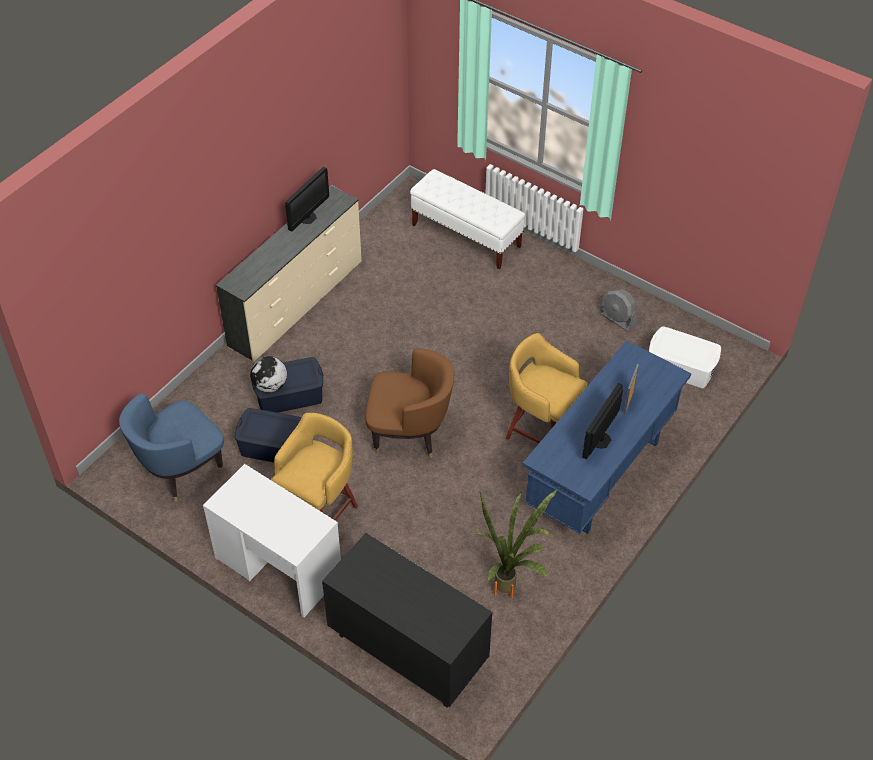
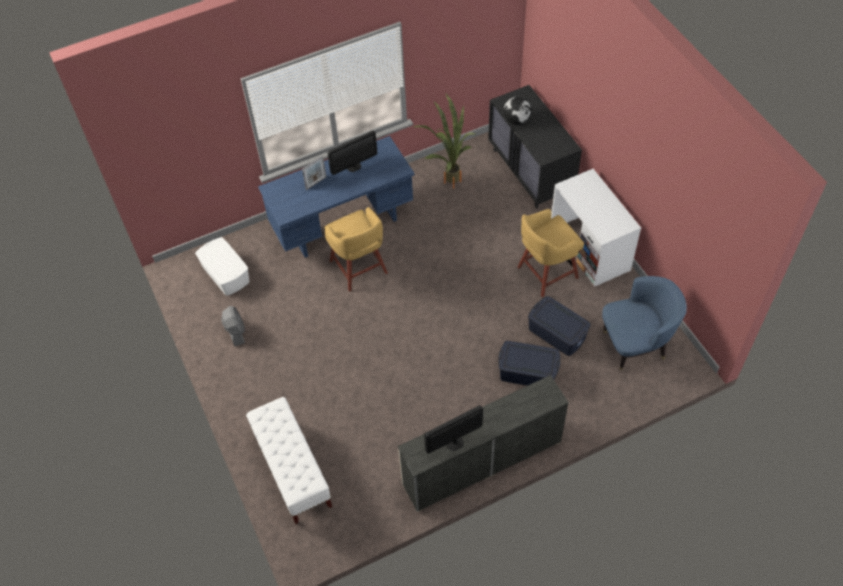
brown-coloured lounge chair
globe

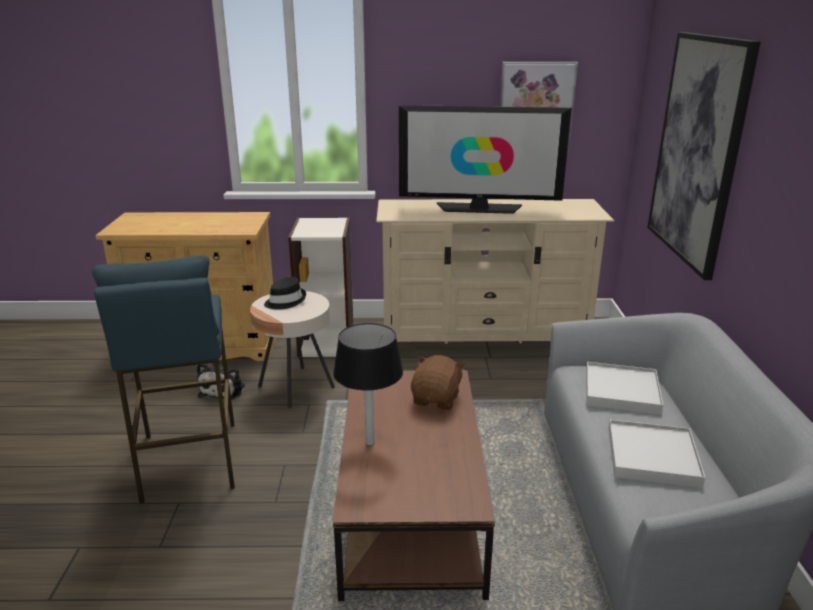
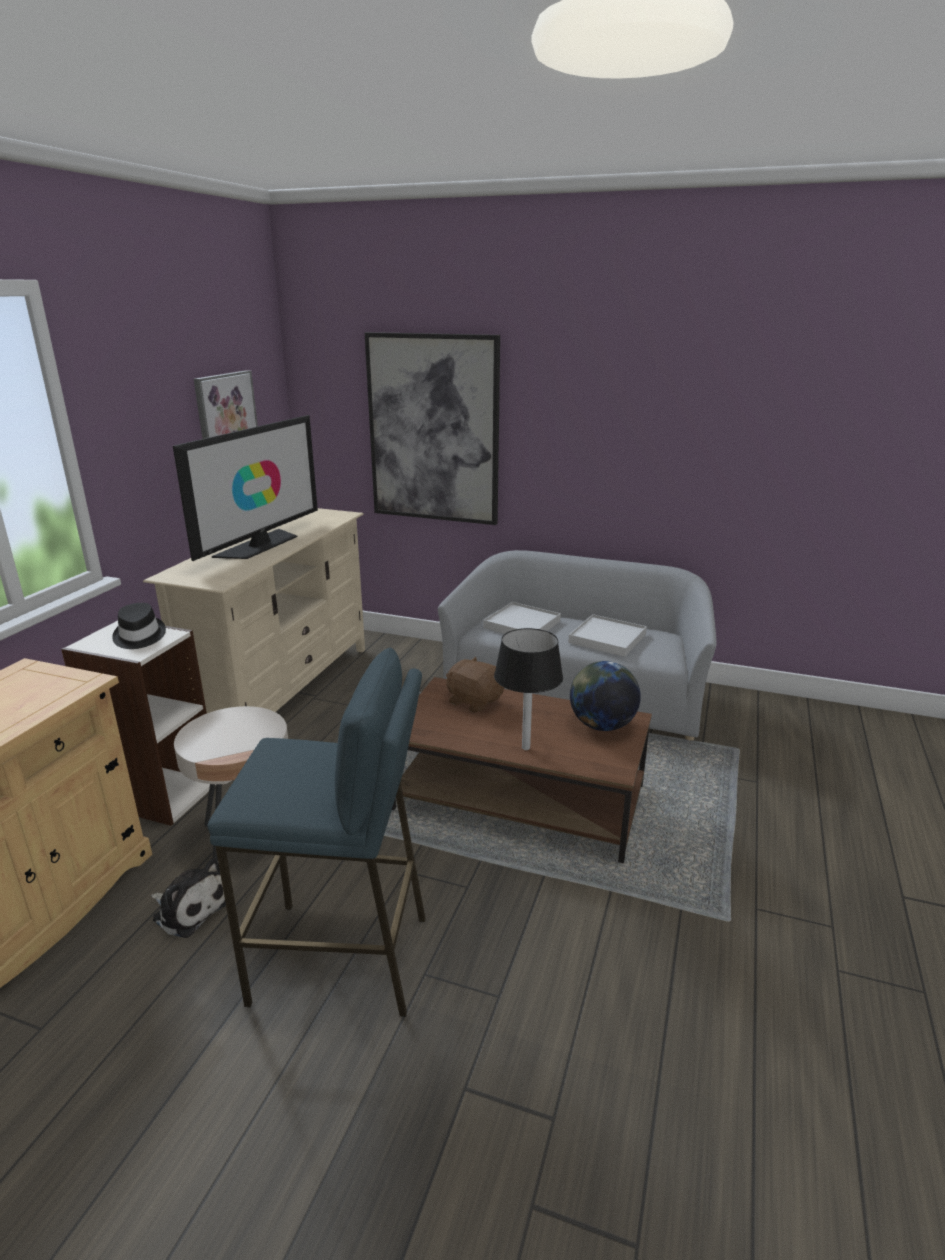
globe
black-coloured hat

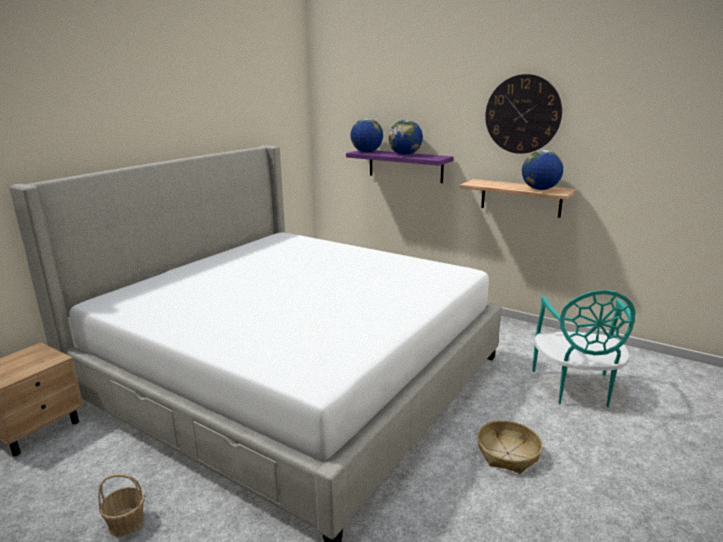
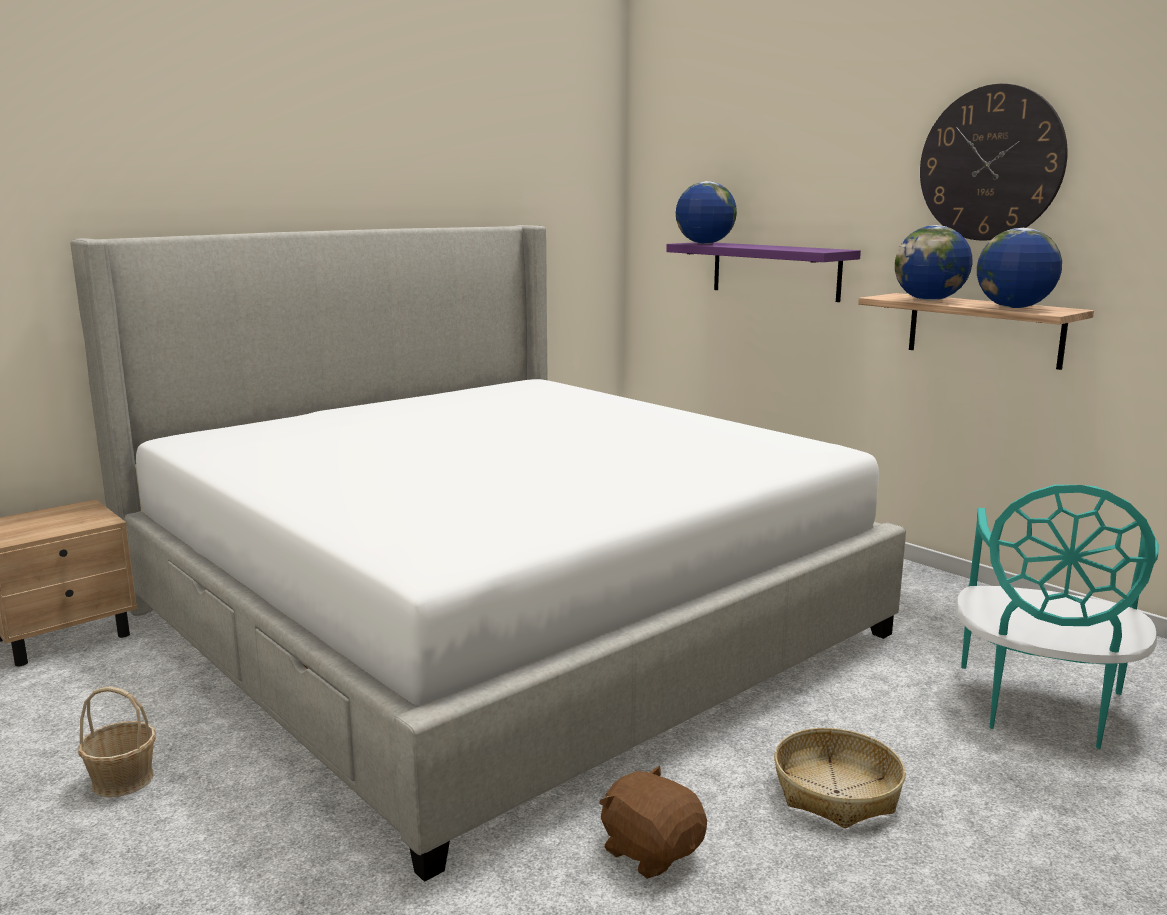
brown-coloured cuddly toy
globe (no. 2 from left)

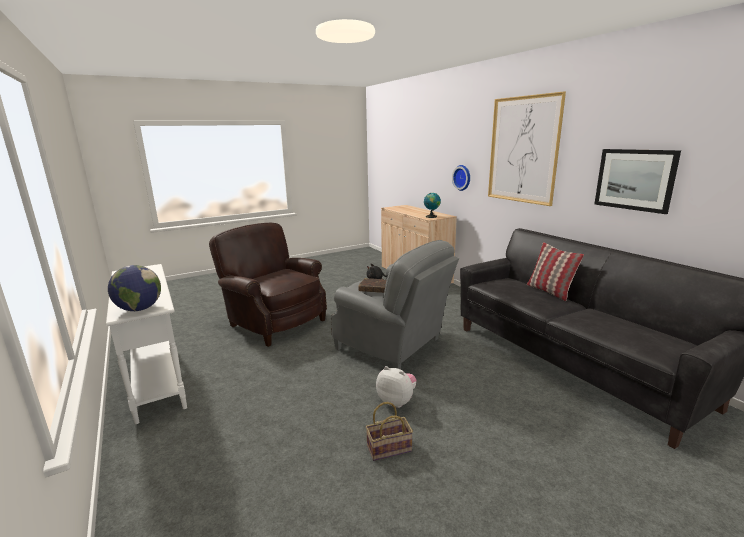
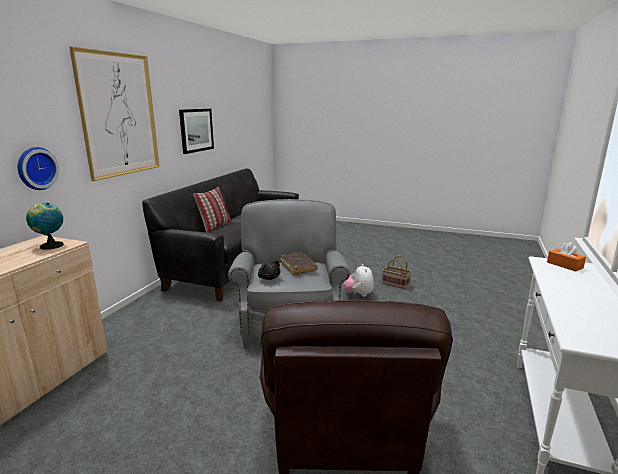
orange tissue holder

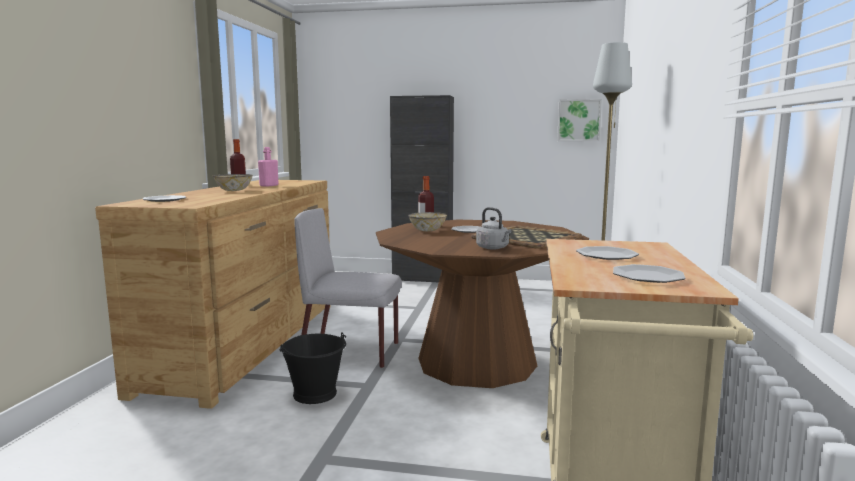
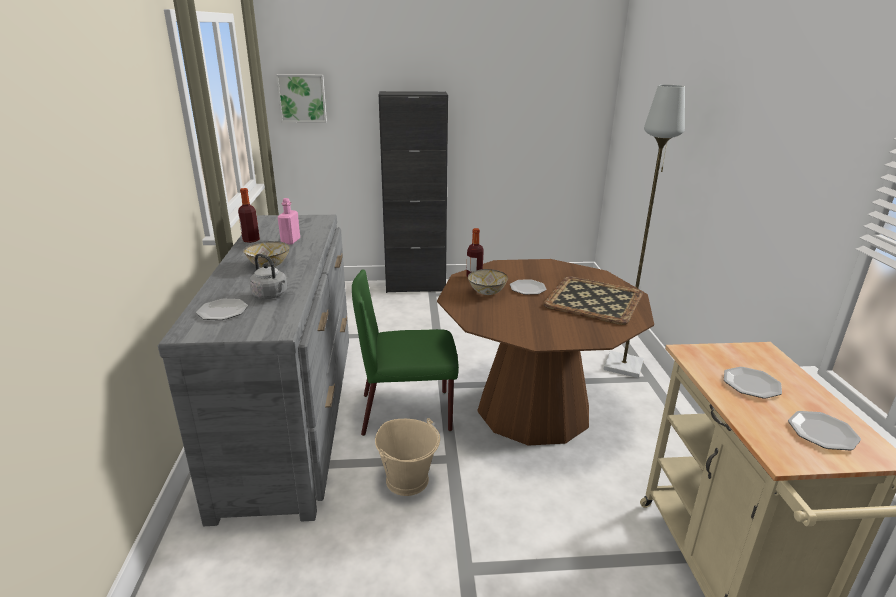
greyish tea kettle
picture
greyish chest of drawers
beige water bucket
green plain chair

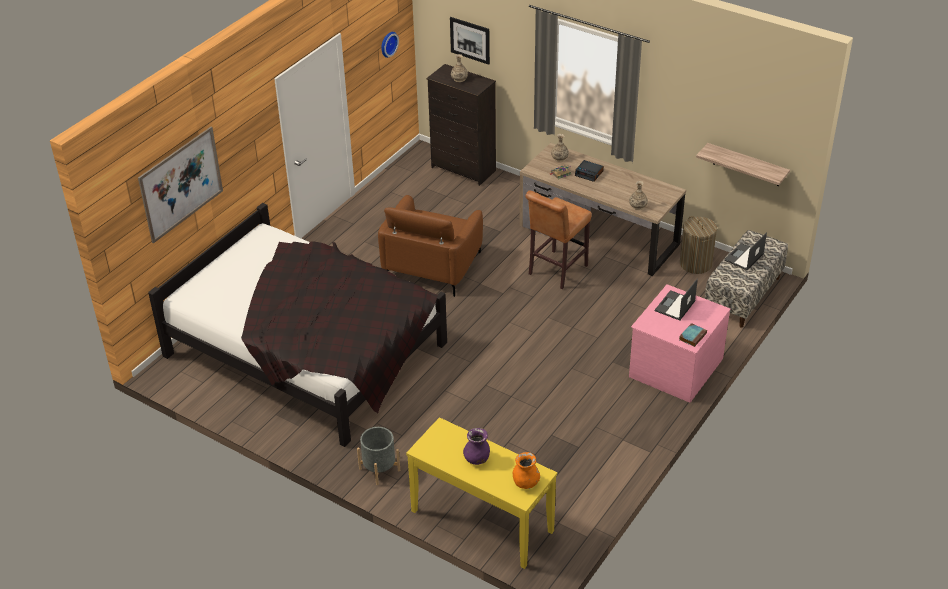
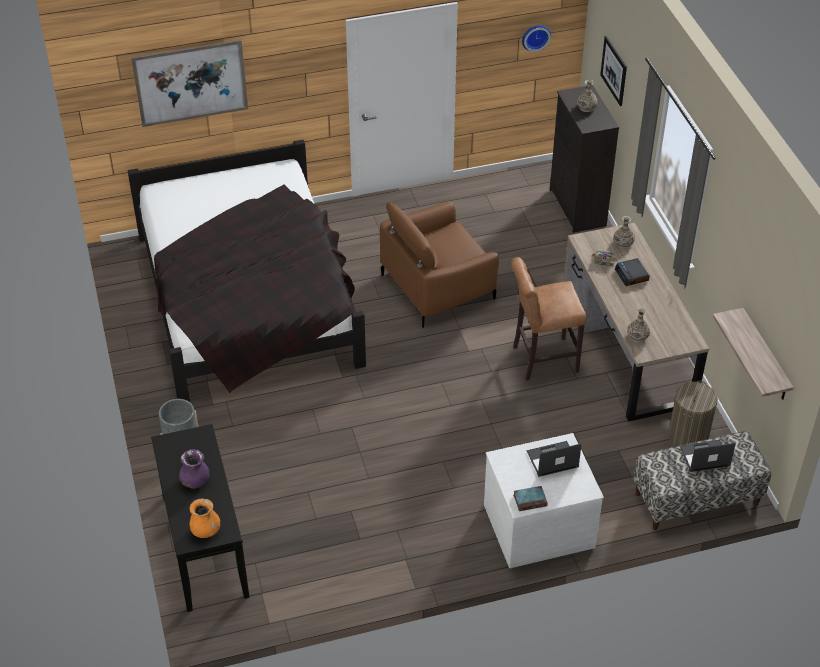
black-coloured hall table
white chest of drawers

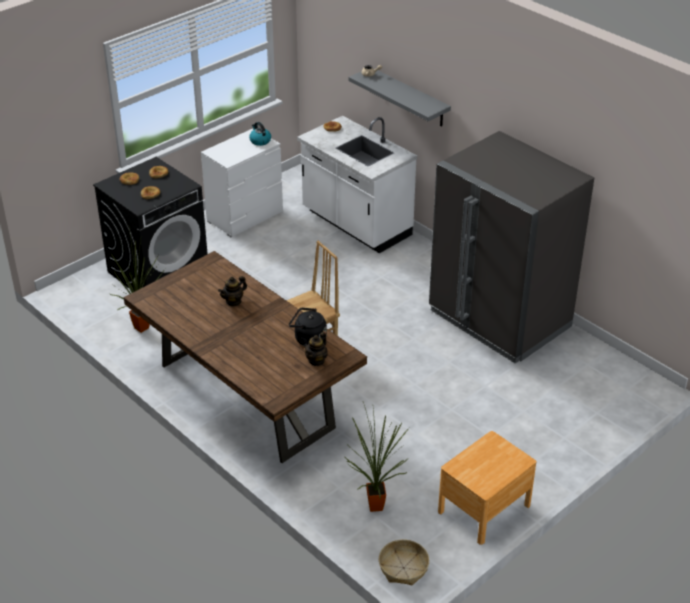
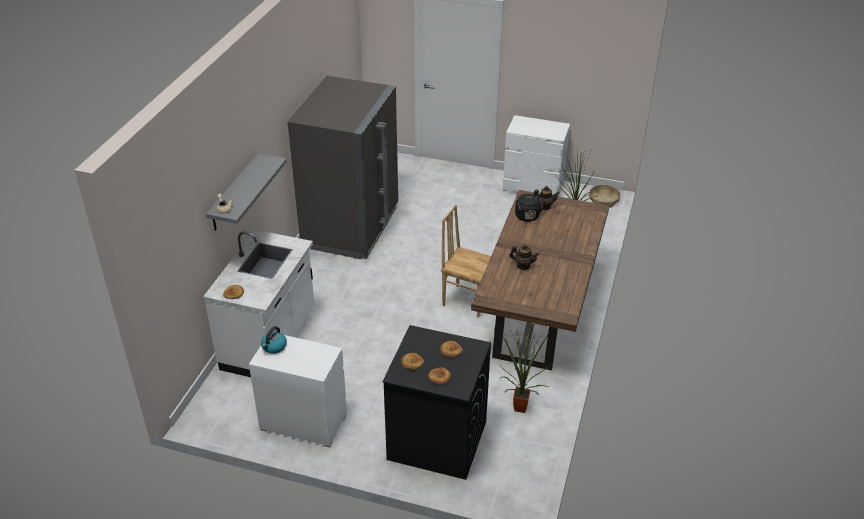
white chest of drawers (no. 2 from left)

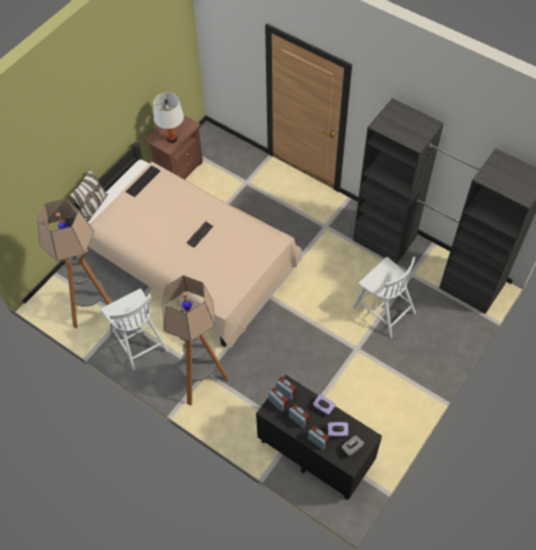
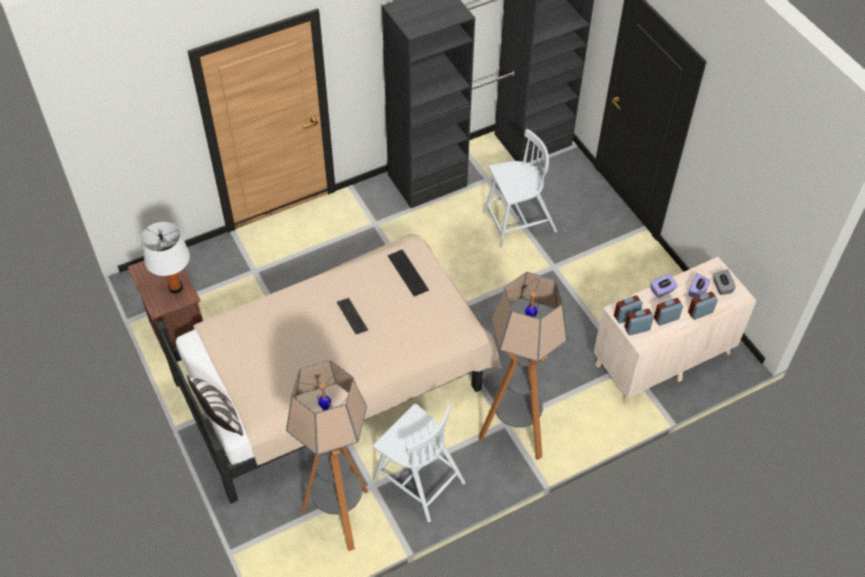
PC keyboard (no. 2 from left)
beige chest of drawers
white plain chair (no. 1 from left)

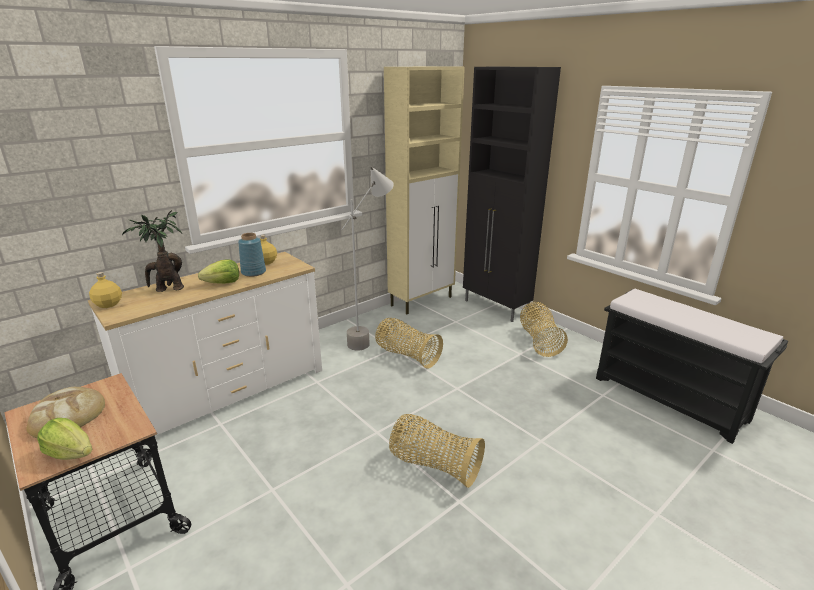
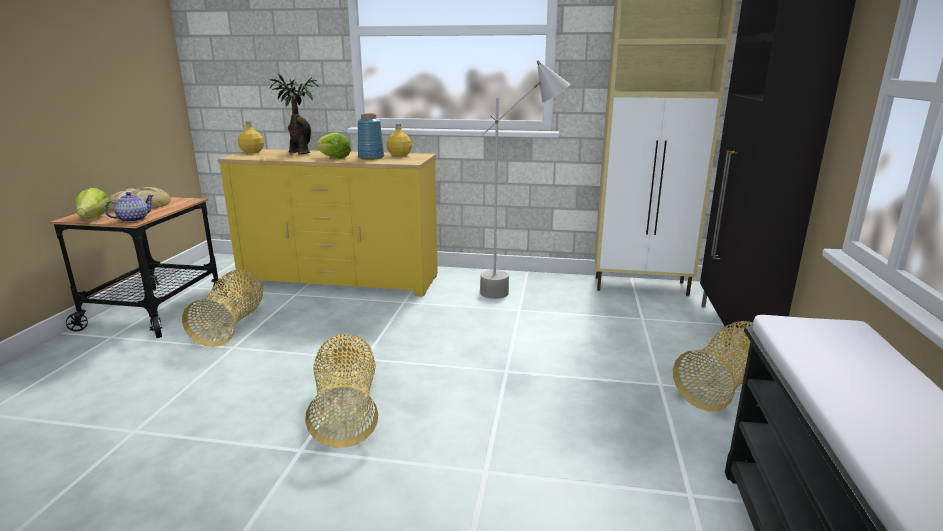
teapot
storage basket (no. 1 from left)
yellowish chest of drawers

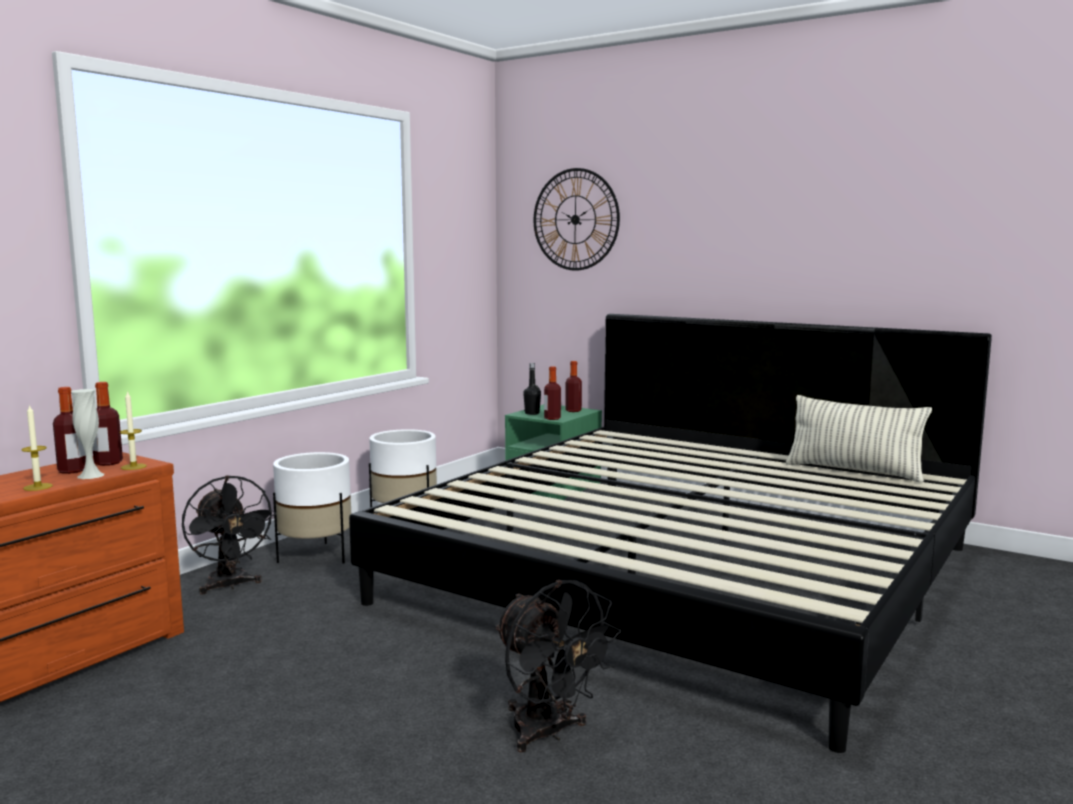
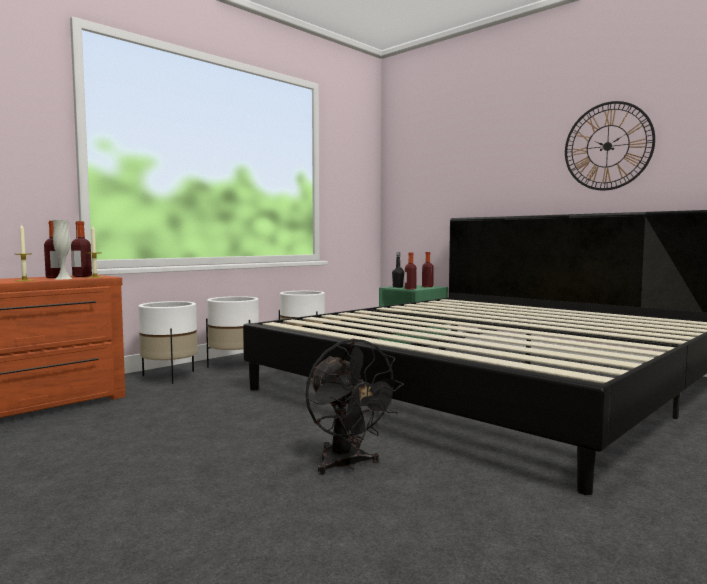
pillow
hanging clock
white plant pot (no. 1 from left)

